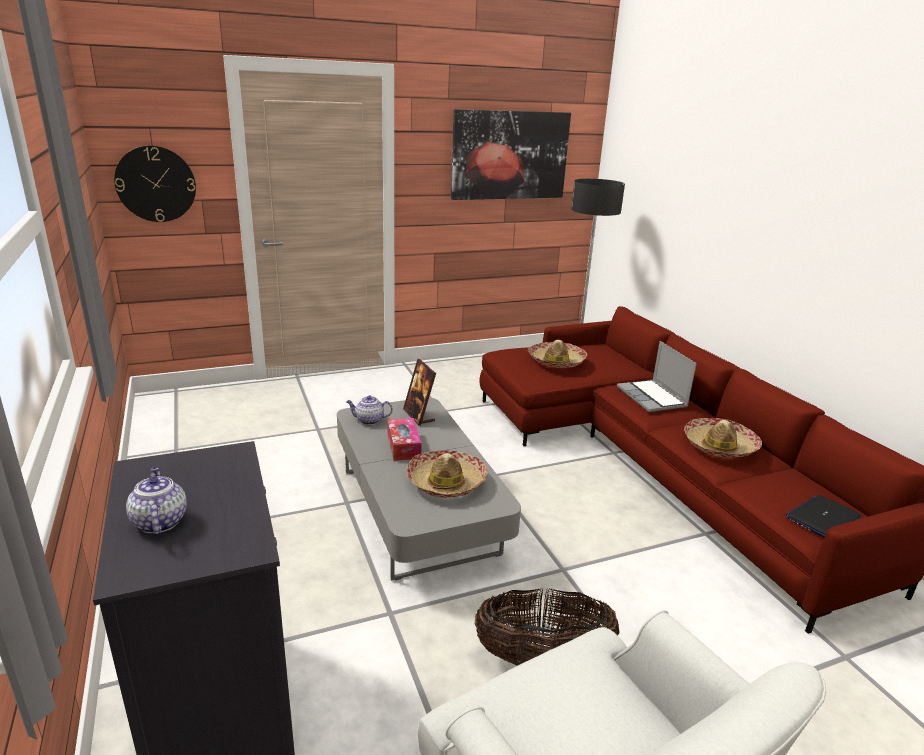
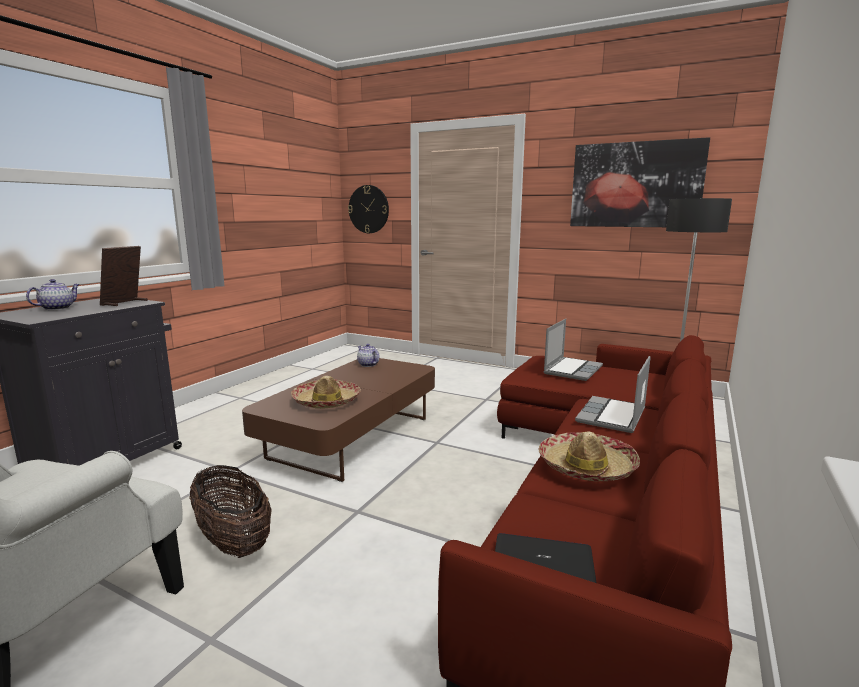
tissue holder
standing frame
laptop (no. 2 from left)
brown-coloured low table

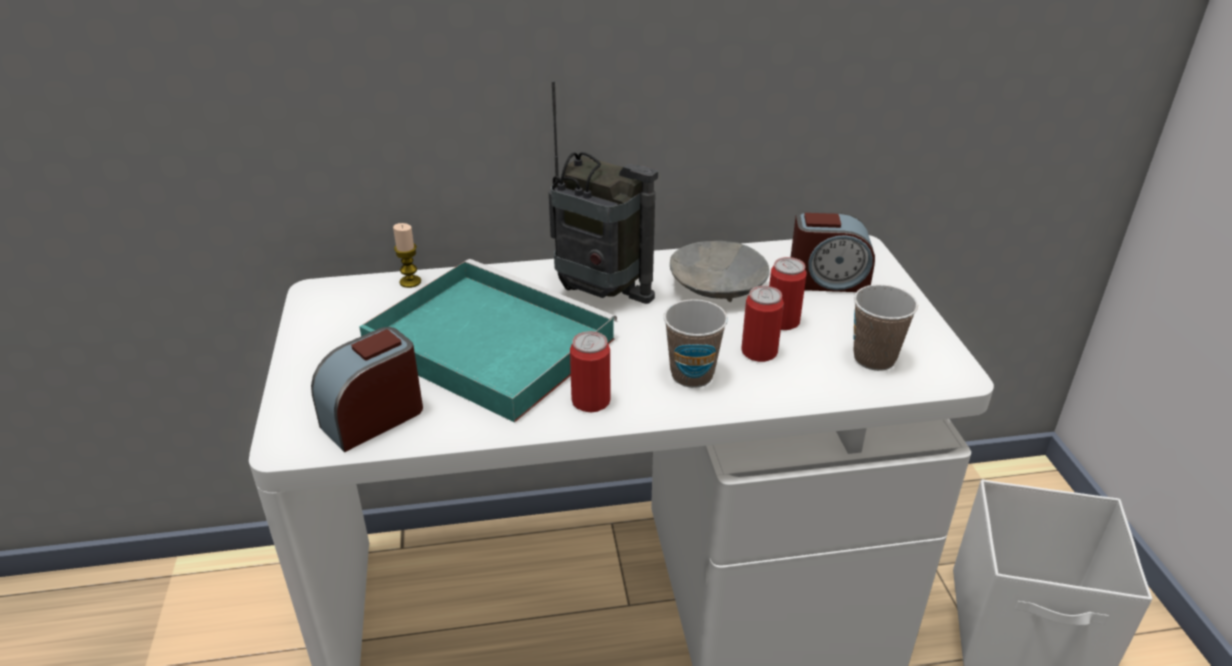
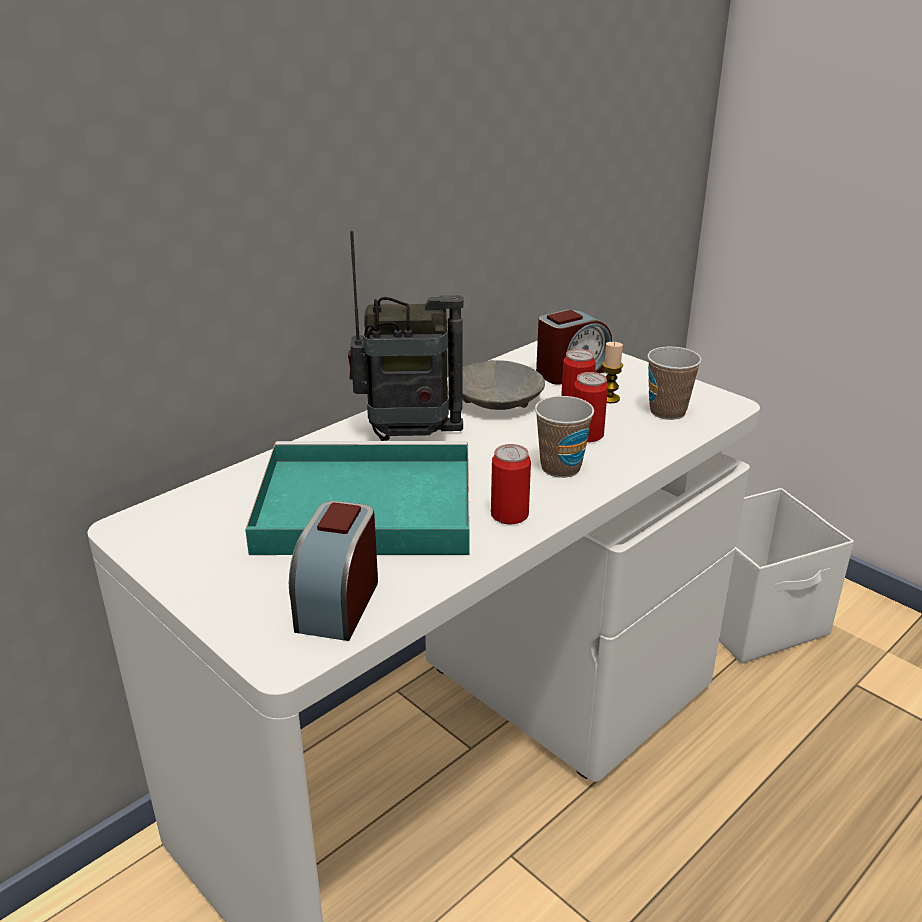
candle

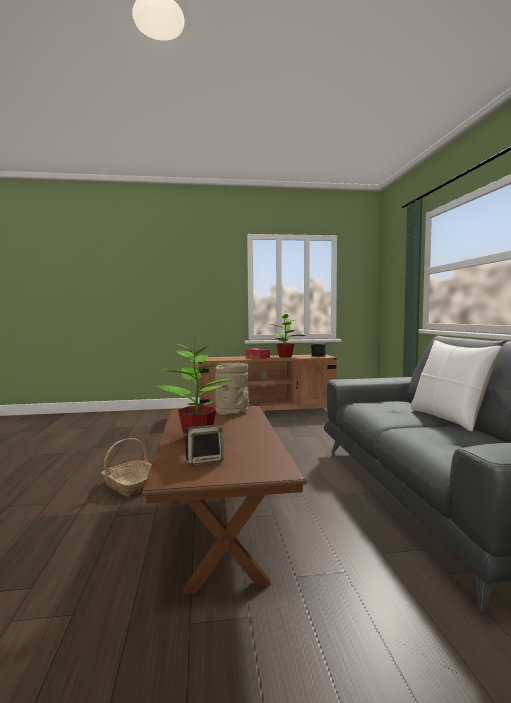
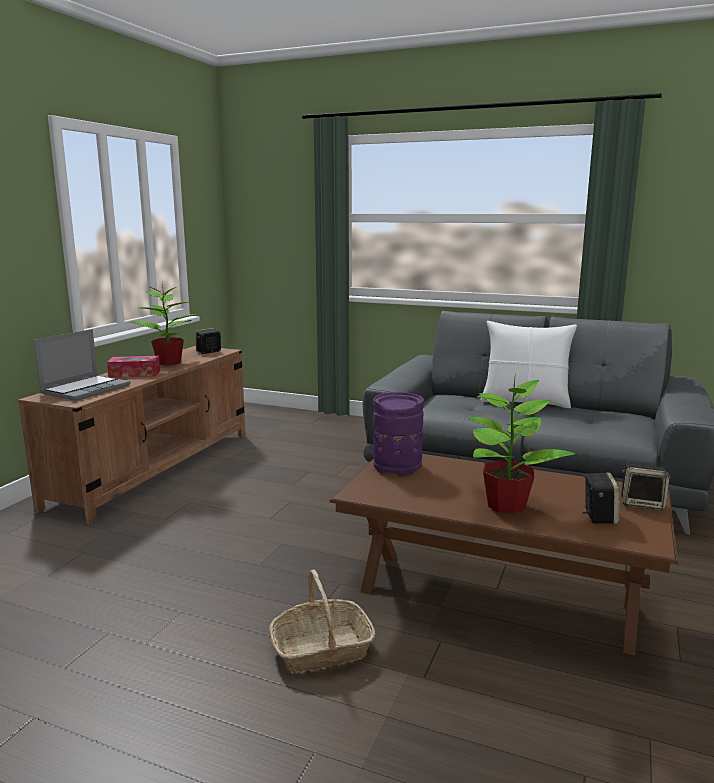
laptop
speaker (no. 3 from left)
purple flower vase

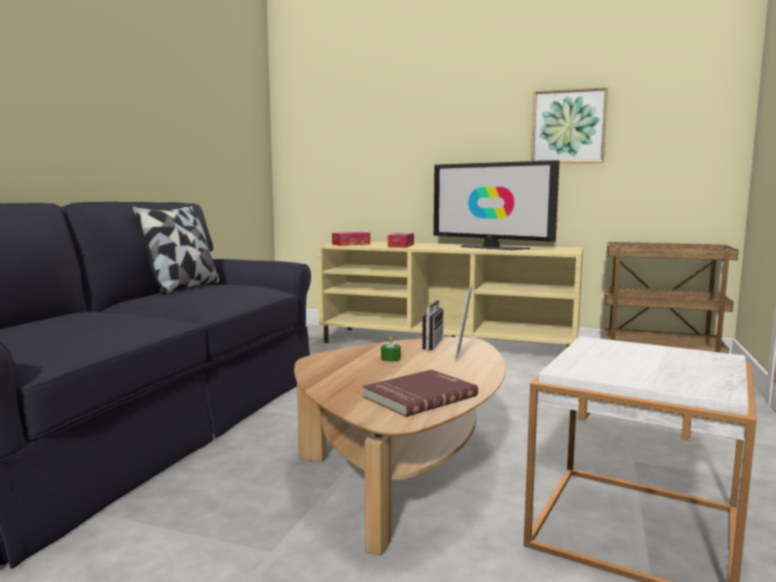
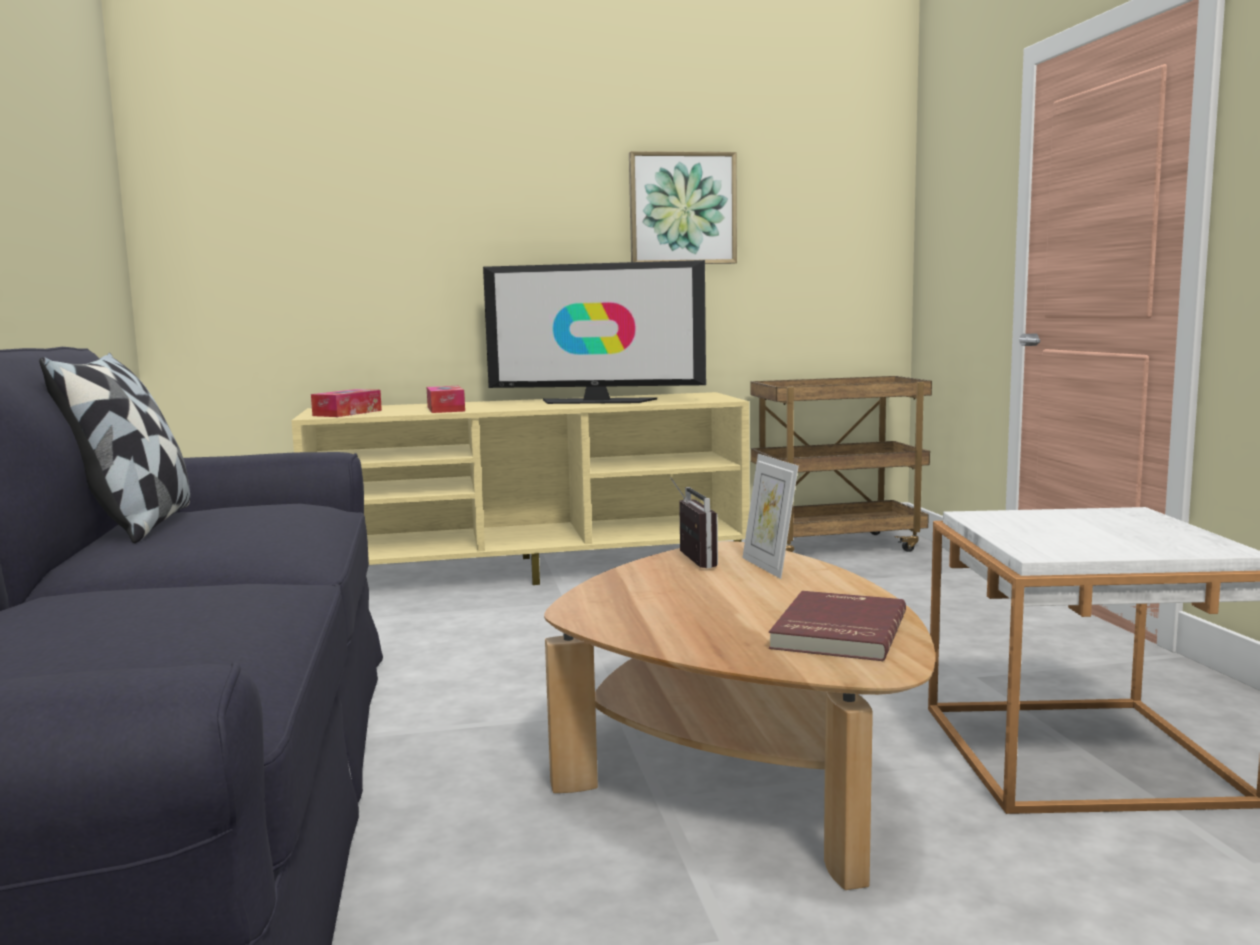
green candle

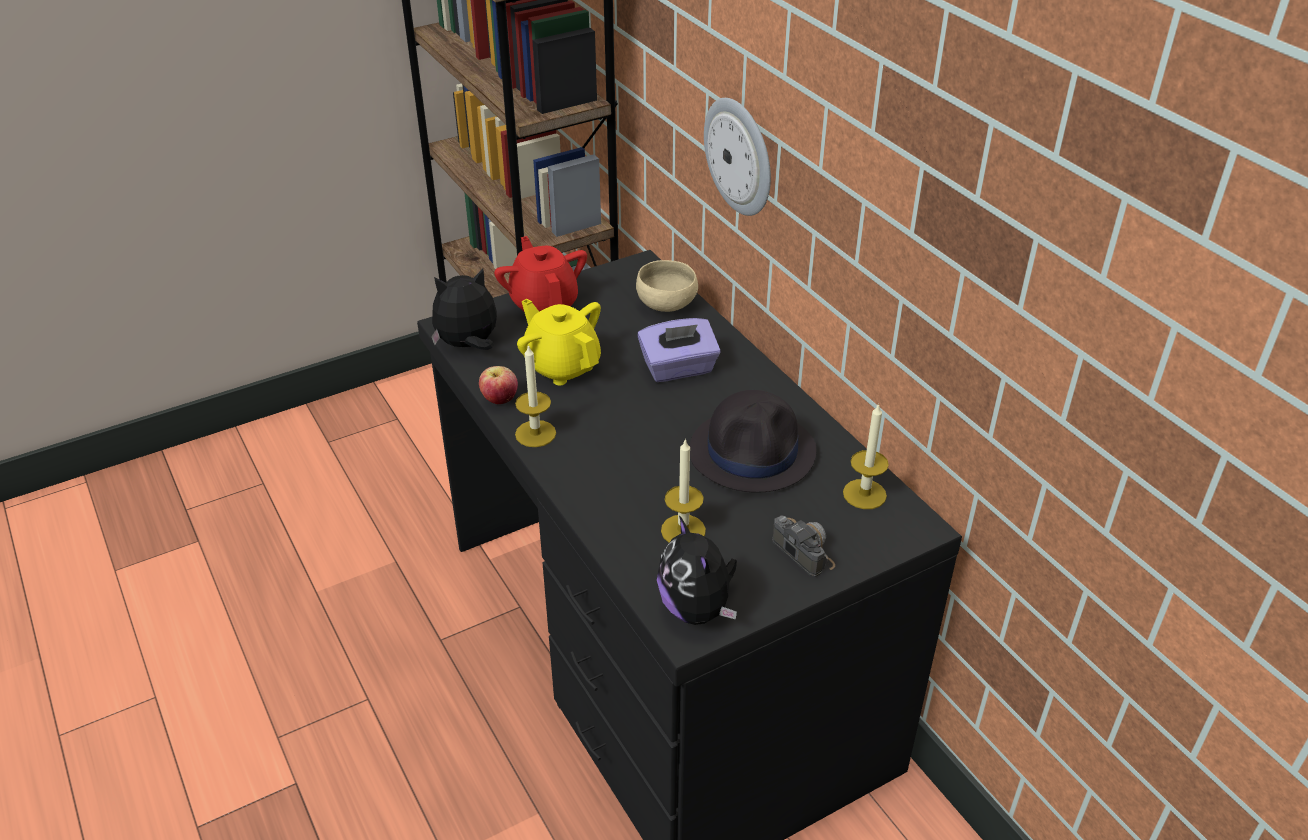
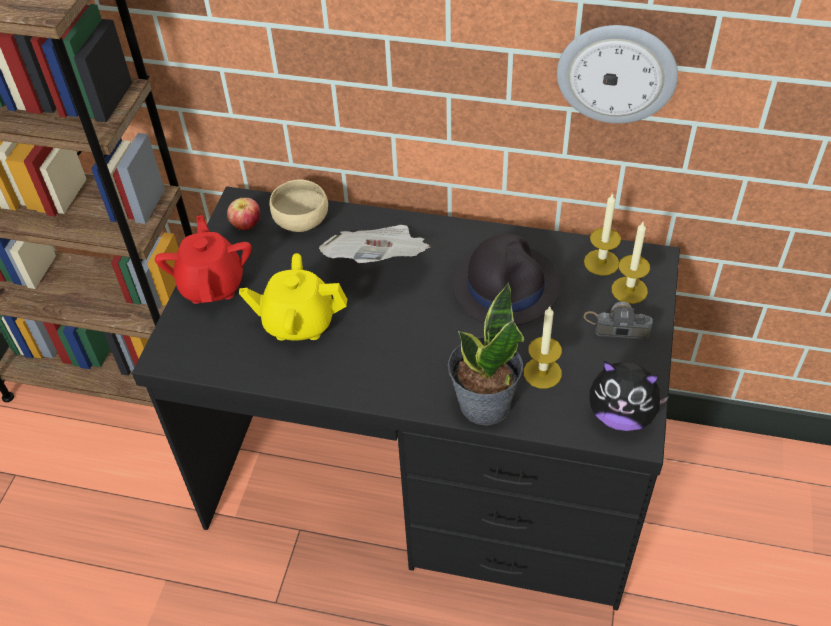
cuddly toy (no. 1 from left in the first image)
plant in a pot
whole apple
candle (no. 3 from left)
hanging clock
daily paper
red-coloured teapot

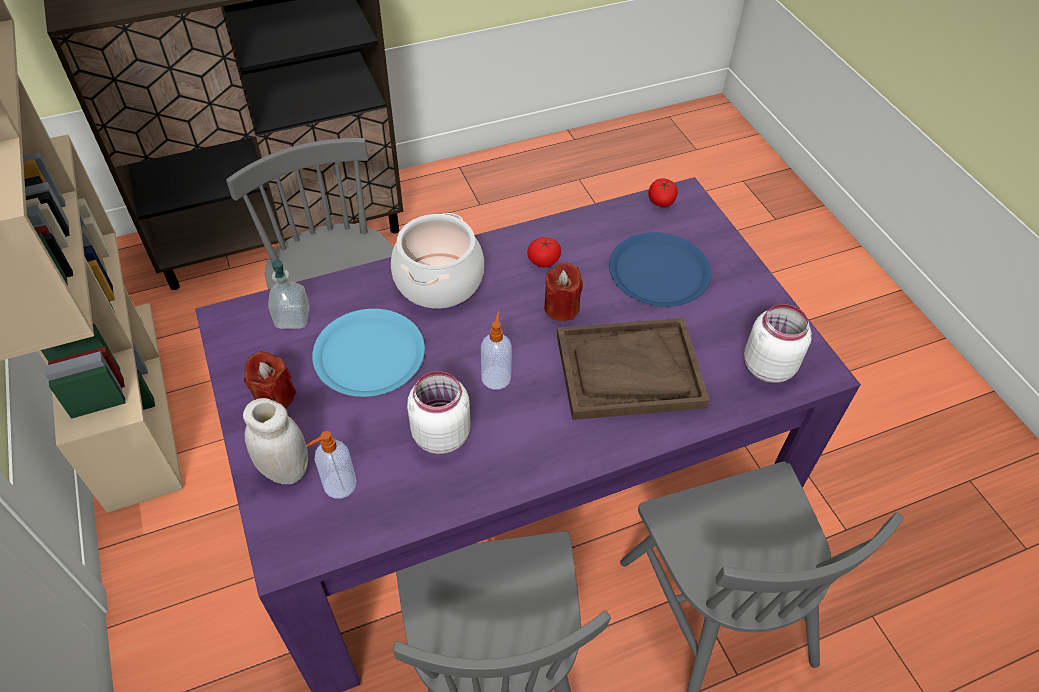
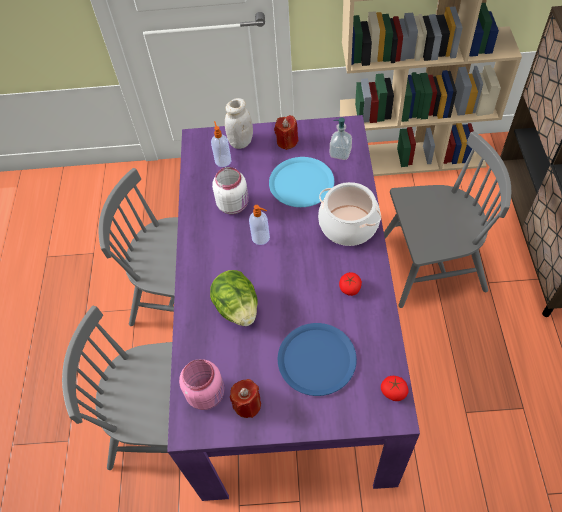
red-coloured candle (no. 1 from left)
lettuce
pink-coloured jar

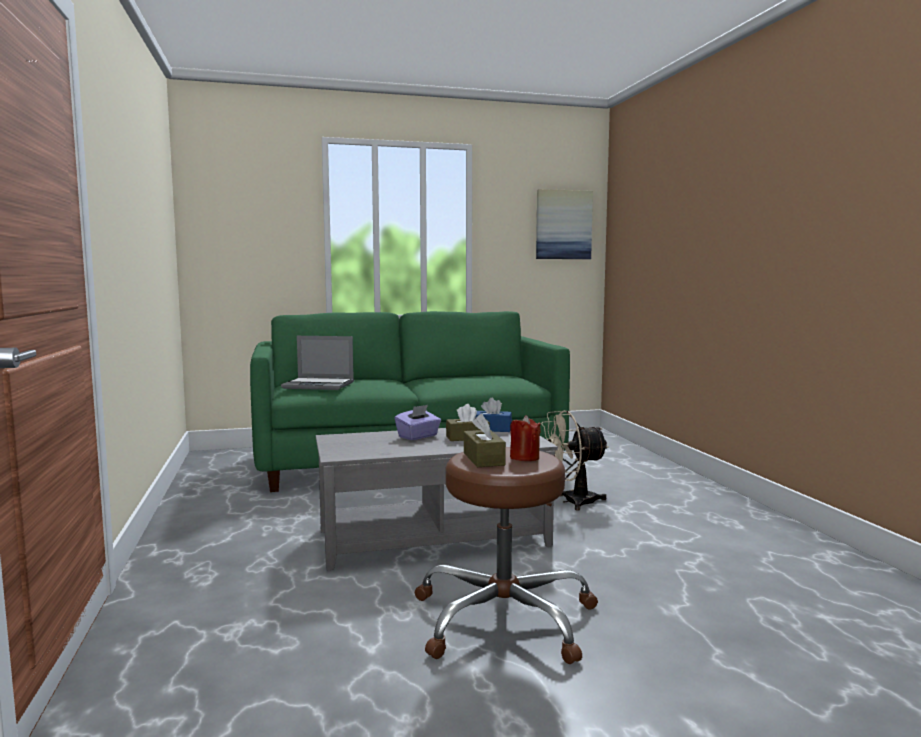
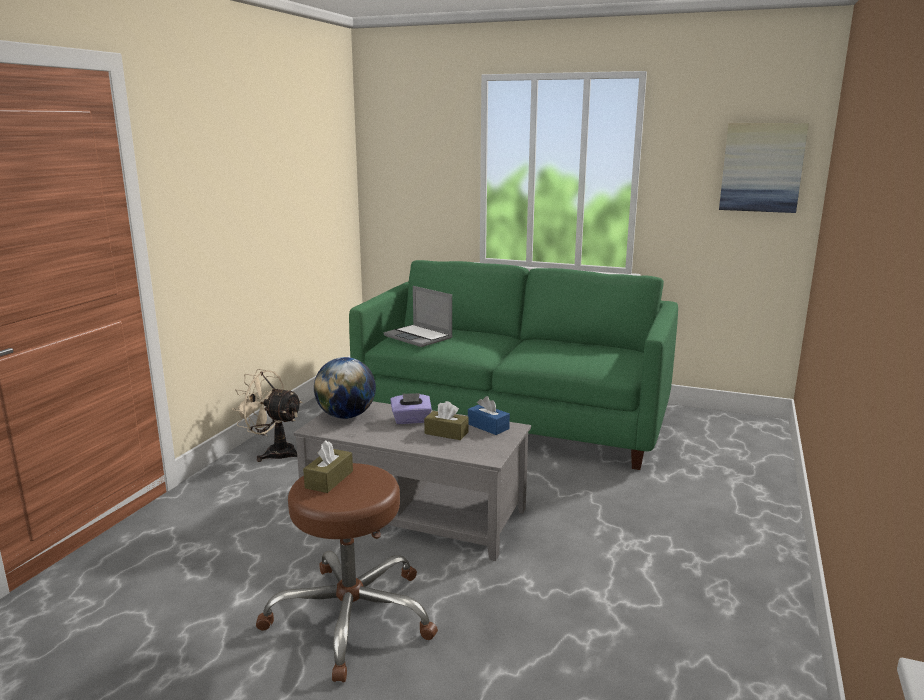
red-coloured candle
globe
beige cooling fan

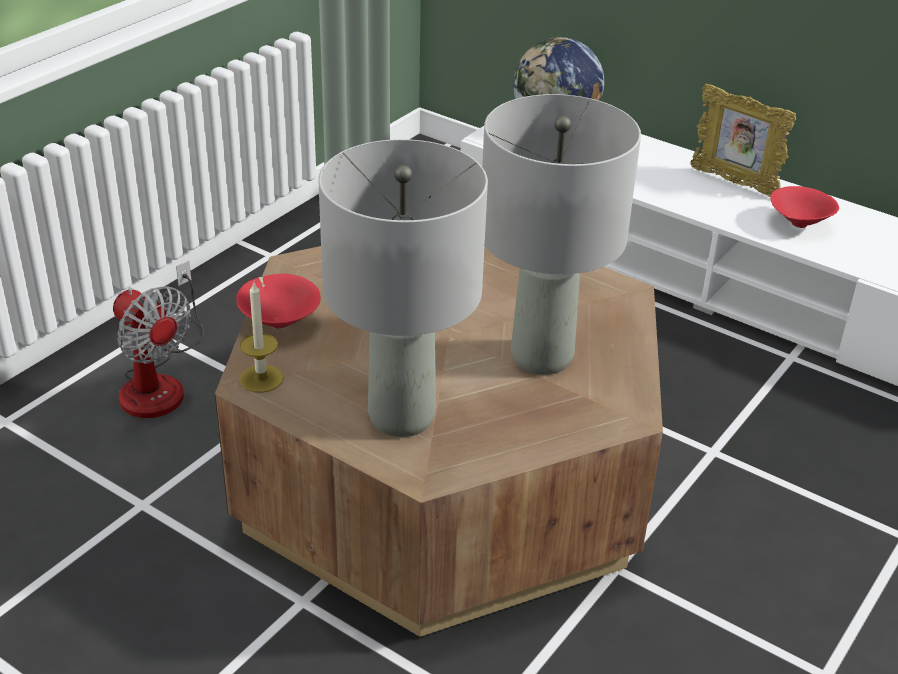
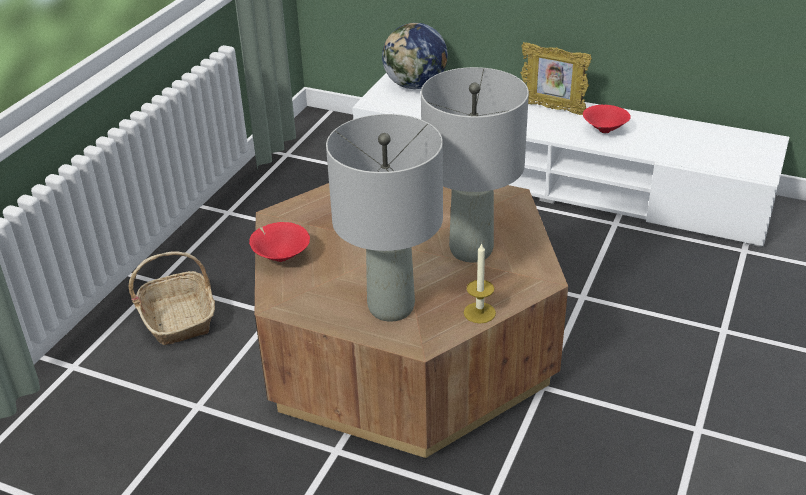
candle
storage basket

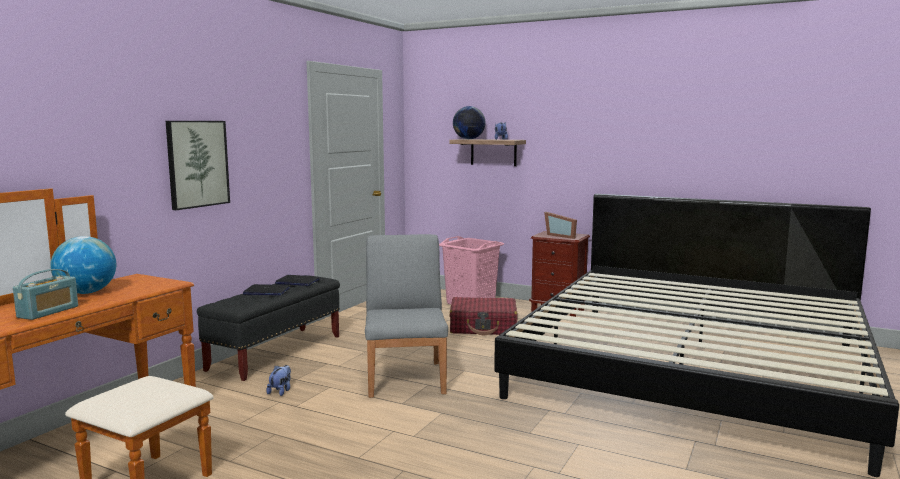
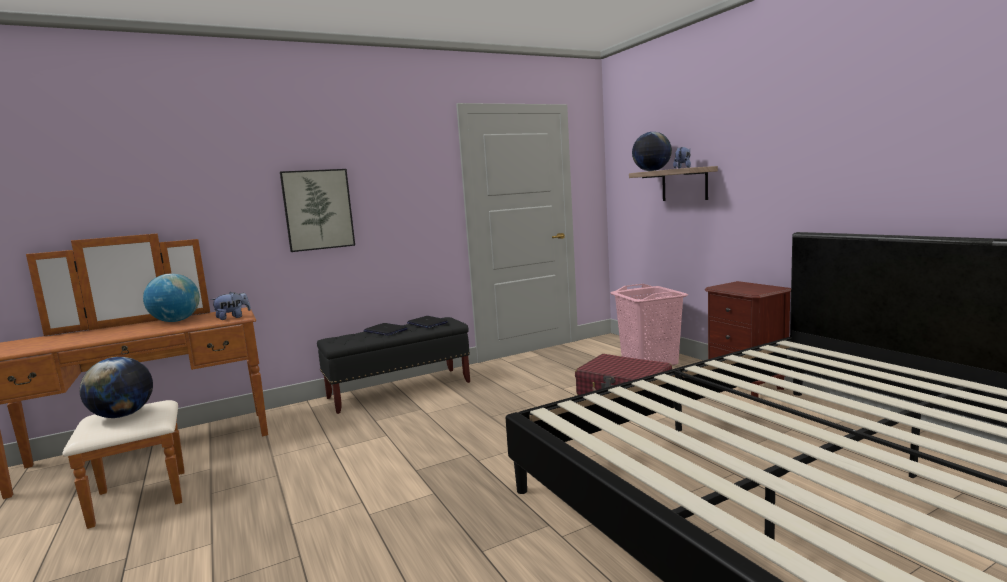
radio
greyish plain chair
standing frame
globe (no. 1 from left)
cuddly toy (no. 1 from left)

